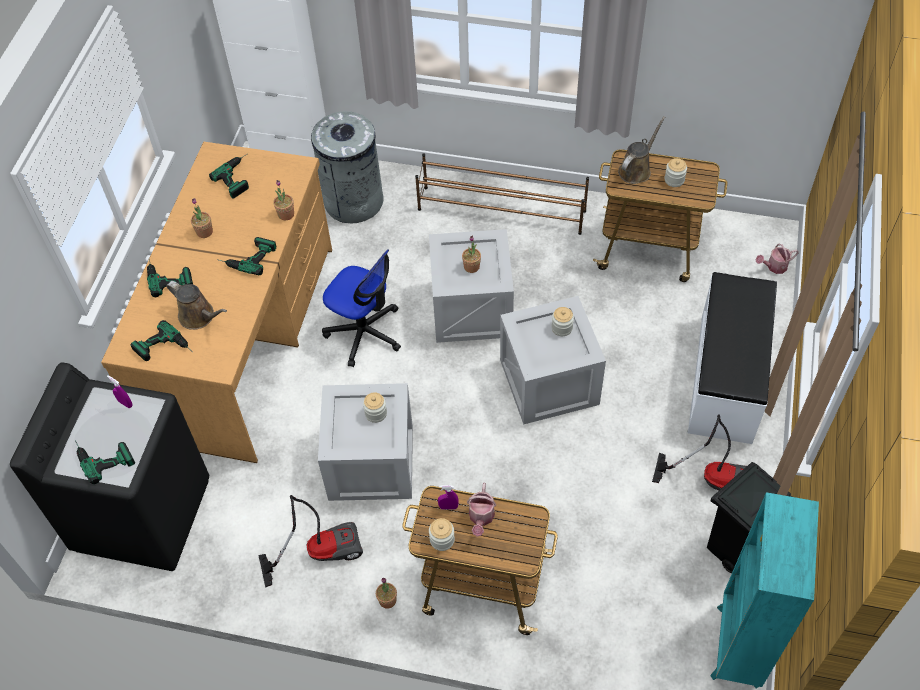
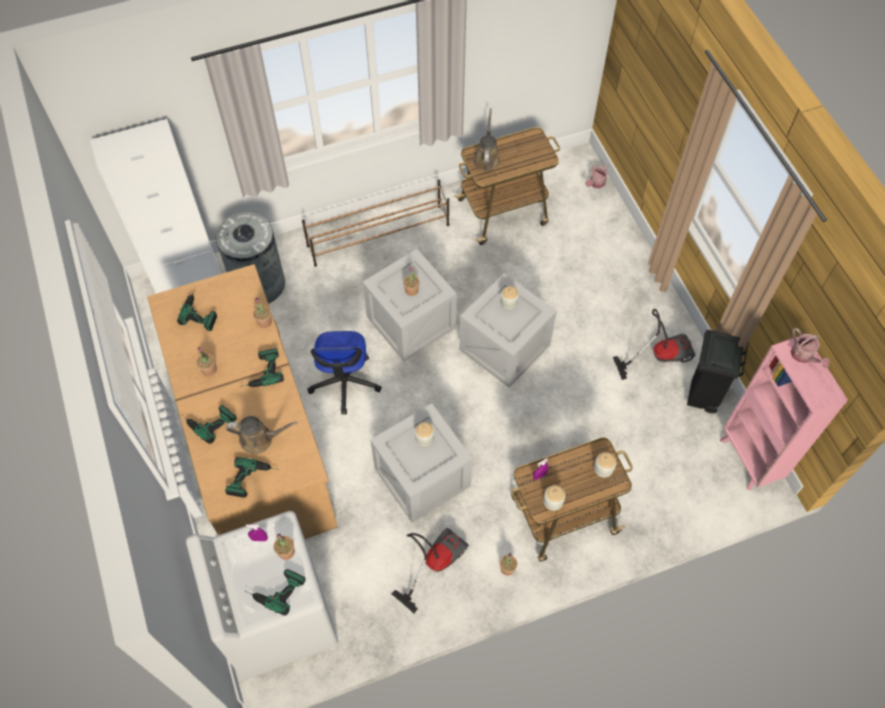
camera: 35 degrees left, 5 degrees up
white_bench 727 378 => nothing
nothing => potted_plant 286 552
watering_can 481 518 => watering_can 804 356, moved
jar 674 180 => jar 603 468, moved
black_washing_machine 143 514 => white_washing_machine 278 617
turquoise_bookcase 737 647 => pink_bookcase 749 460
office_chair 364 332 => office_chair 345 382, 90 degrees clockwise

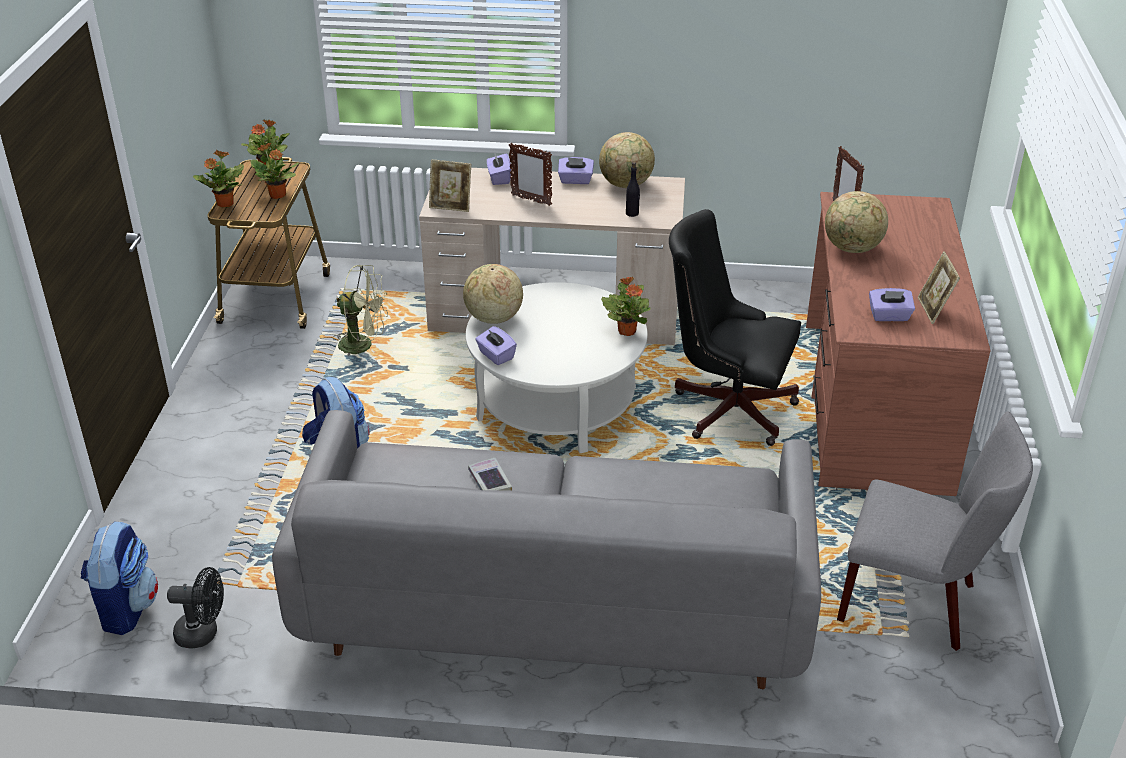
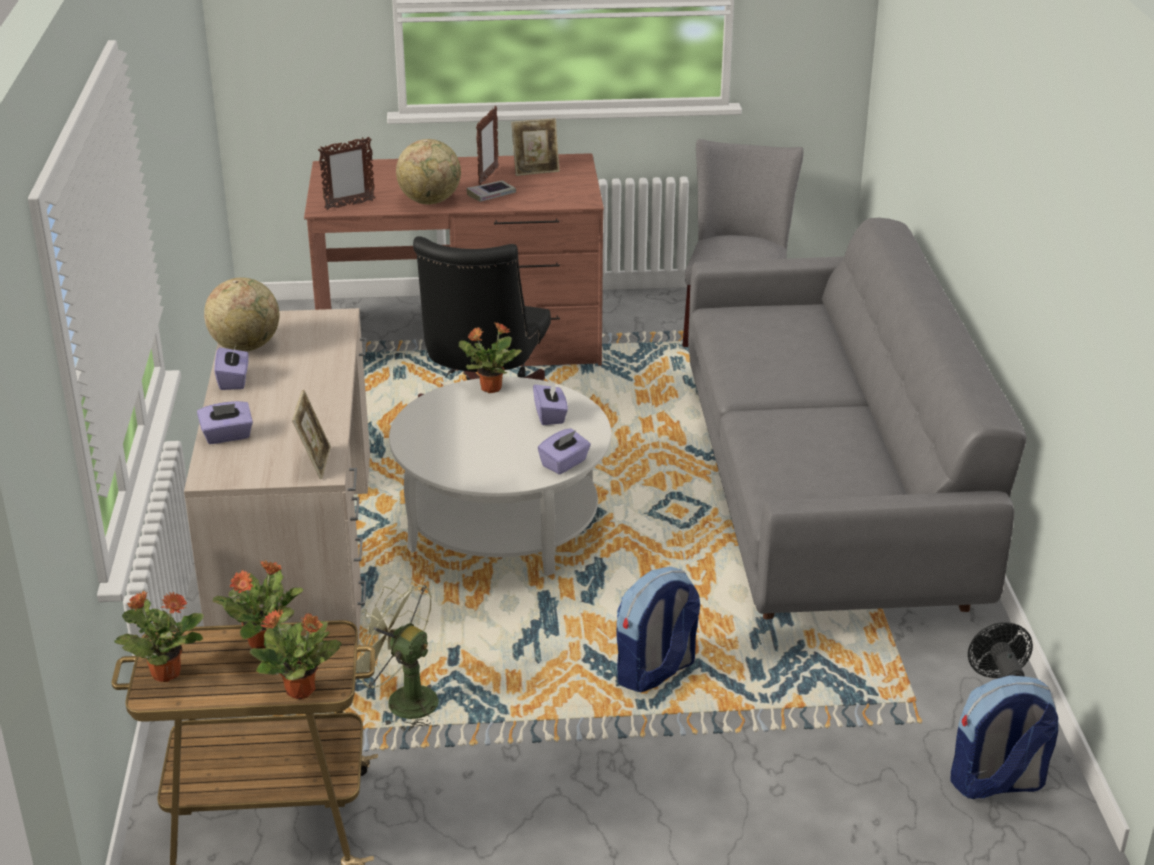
camera: 100 degrees left, 5 degrees down
globe 493 318 => nothing
black_bottle 632 213 => nothing
book 490 481 => book 491 195, moved
picture_frame 531 200 => picture_frame 488 176, moved
purple_tissue_box 889 316 => purple_tissue_box 550 415, moved
green_fan 363 345 => green_fan 401 700, 60 degrees counterclockwise

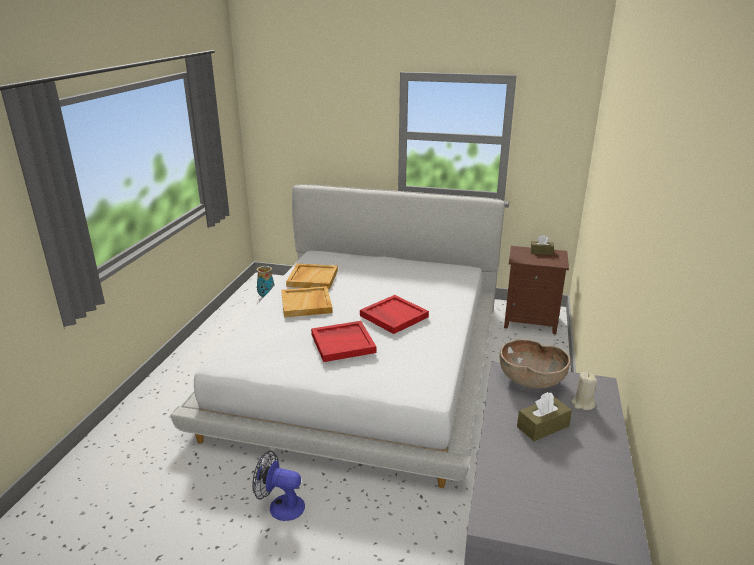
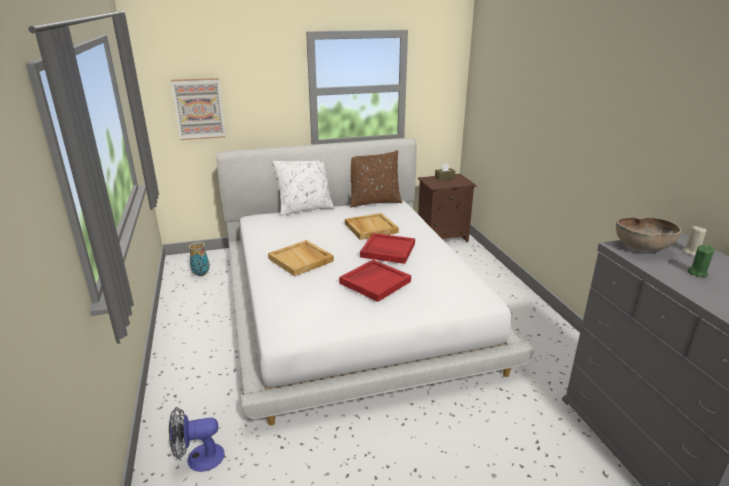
camera: 30 degrees left, 0 degrees up
nothing => picture 199 109
nothing => white_pillow 305 209
nothing => brown_pillow 374 202
fan 280 506 => fan 198 458, moved
beige_tray 312 278 => beige_tray 370 228, moved
brown_tissue_box 543 426 => green_candle 697 273

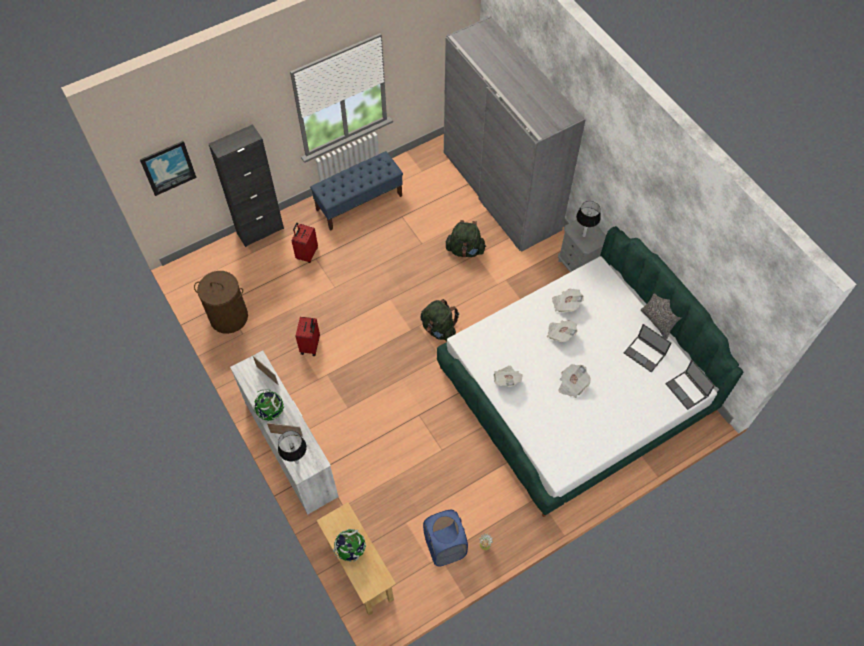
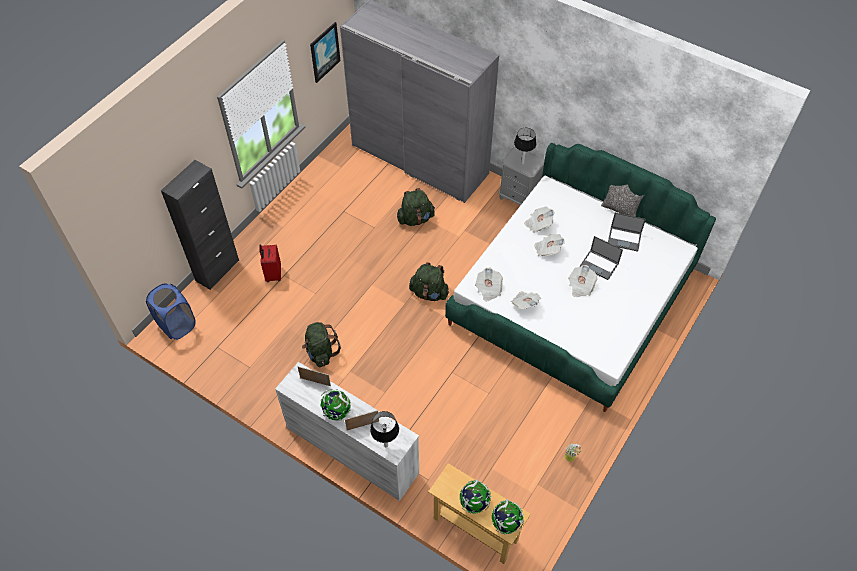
camera: 25 degrees left, 5 degrees down
brown_laundry_basket 229 317 => nothing
blue_bench 359 202 => nothing
nothing => newspaper 488 289
nothing => globe 506 523
picture 168 167 => picture 324 52, moved
blue_laundry_basket 445 546 => blue_laundry_basket 177 325, moved
laptop 687 390 => laptop 599 265, moved
red_suitcase 311 346 => green_backpack 321 352

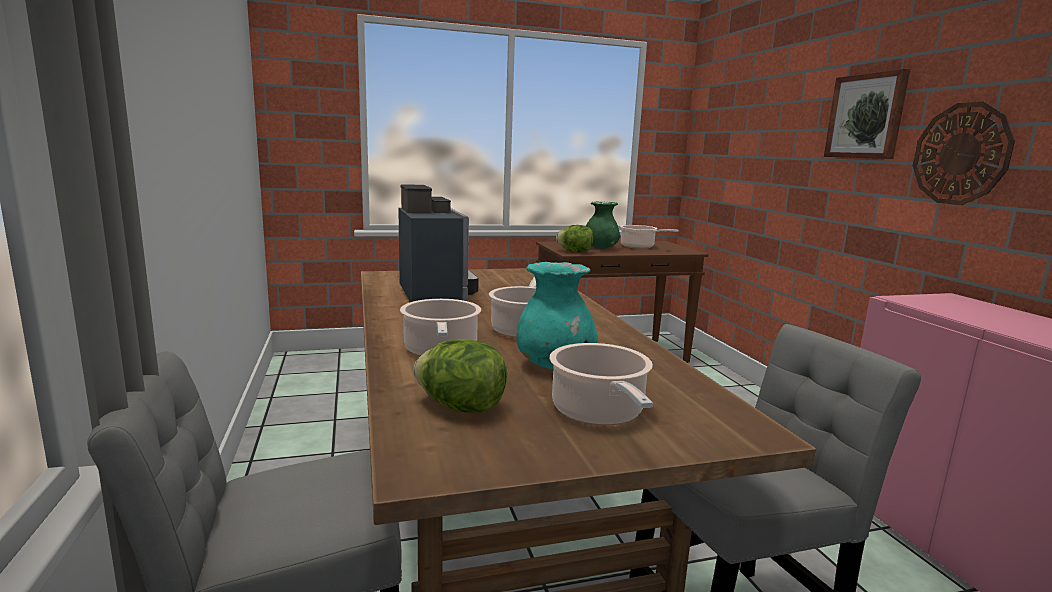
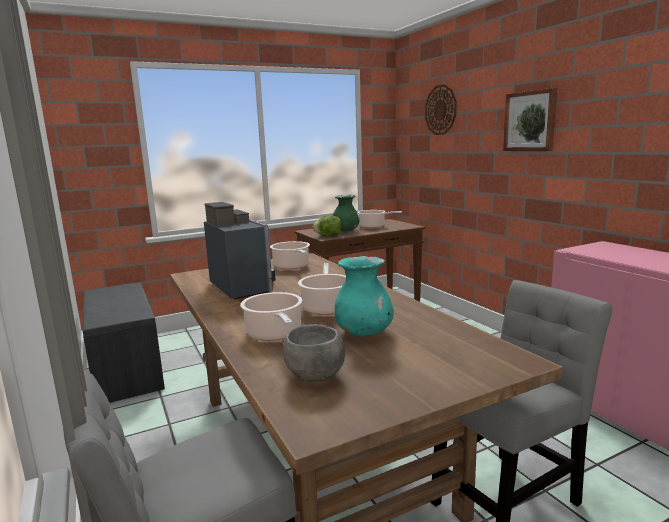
camera: 10 degrees left, 0 degrees up
nothing => grey_bench 124 369
cooking_pot 599 413 => cooking_pot 292 266, moved
wall_clock 961 154 => wall_clock 441 110, moved
lettuce 461 407 => grey_bowl 315 376

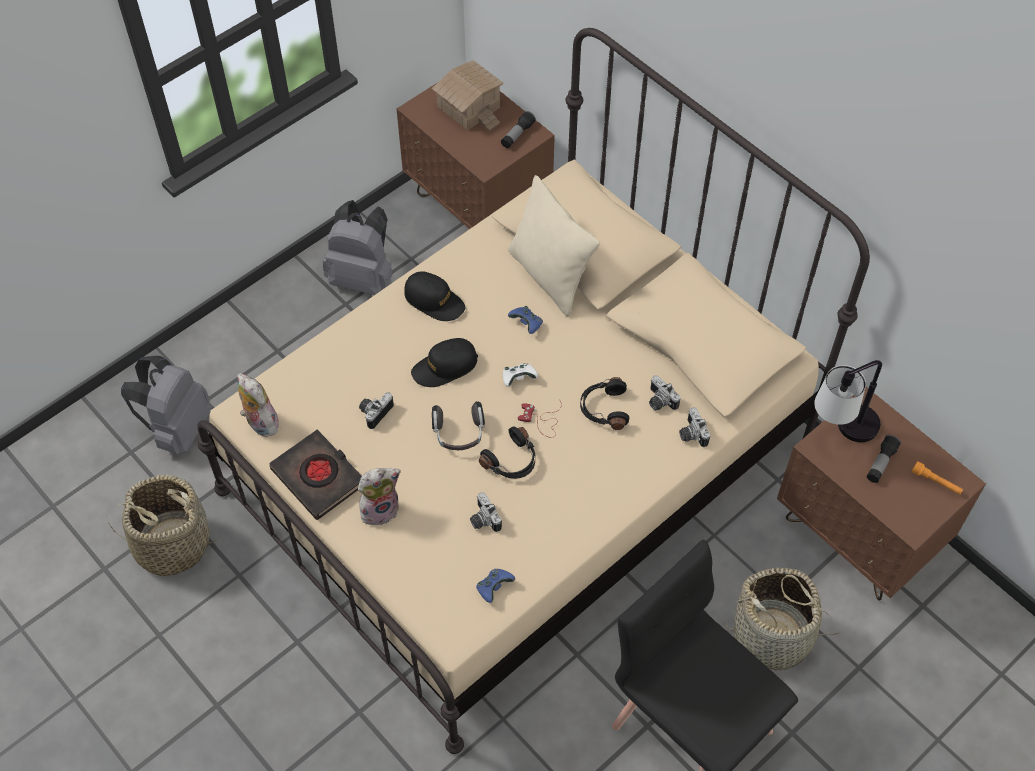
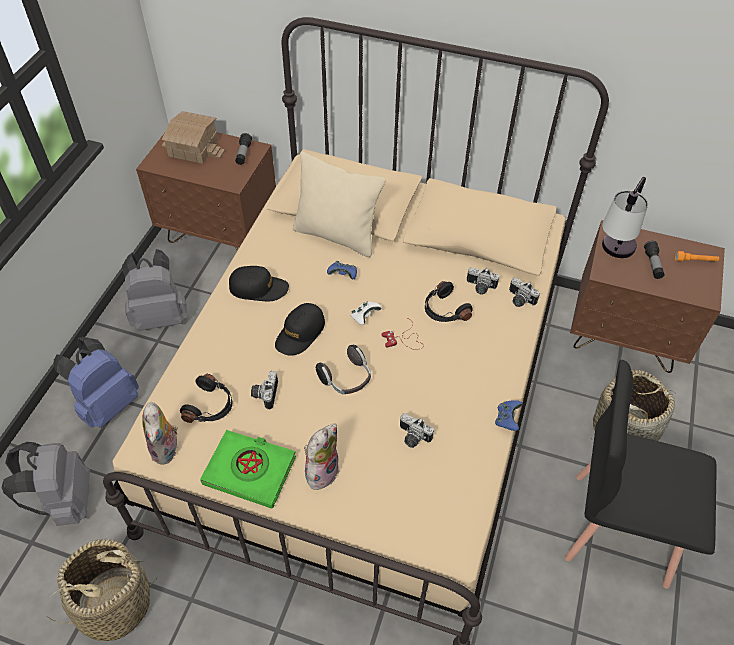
camera: 30 degrees left, 5 degrees down
nothing => blue_backpack 107 404
blue_game_controller 494 588 => blue_game_controller 507 419, moved
black_headphones 512 461 => black_headphones 210 406, moved
black_book 318 477 => green_book 250 471
plush_toy 260 422 => plush_toy 167 449, 120 degrees counterclockwise

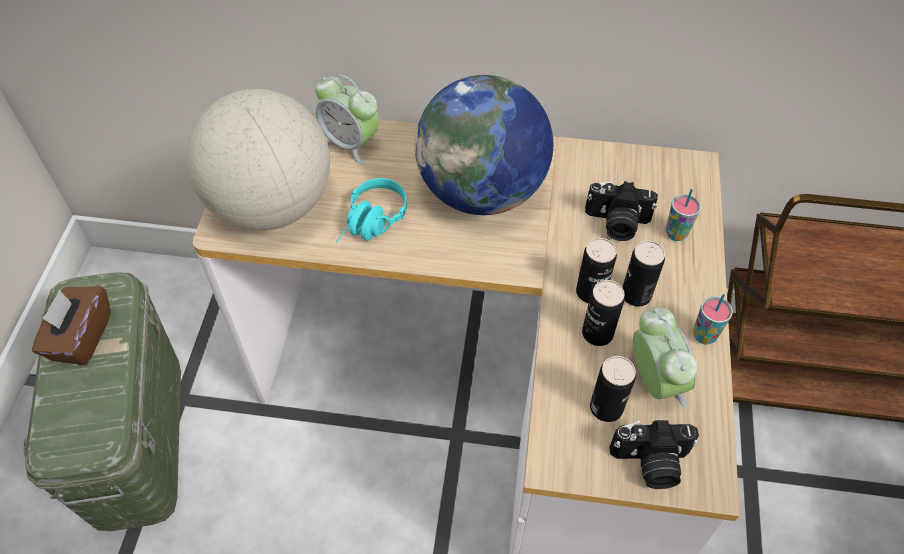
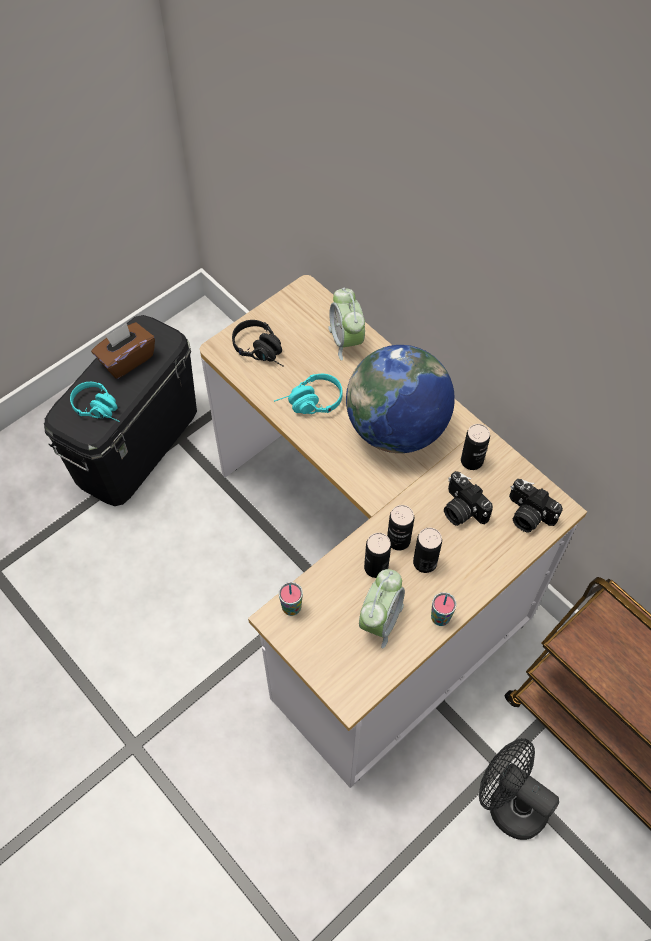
camera: 40 degrees right, 5 degrees up
nothing => turquoise_headphones 101 409
nothing => black_fan 509 802
can 606 407 => can 471 461, moved
photo_camera 650 463 => photo_camera 527 515, moved
cup 676 233 => cup 291 608, moved
globe 271 205 => black_headphones 263 351
green_storage_box 136 437 => black_storage_box 136 443

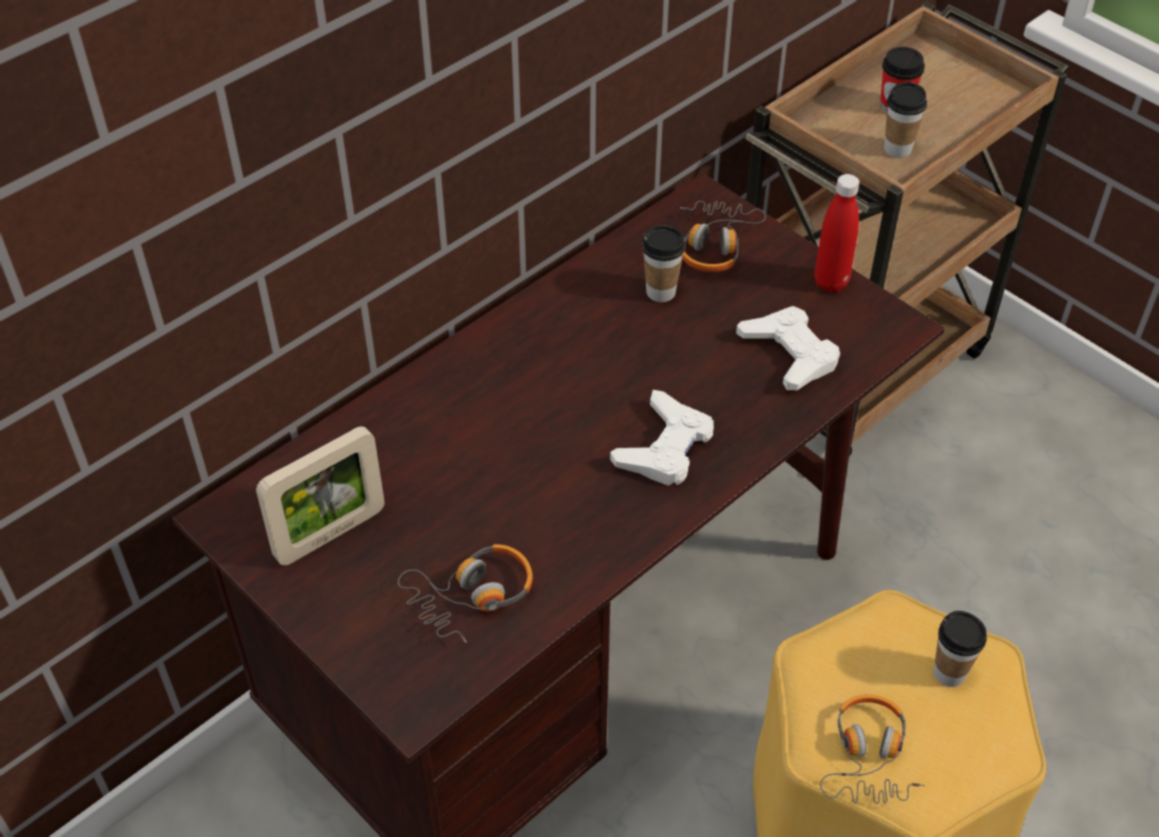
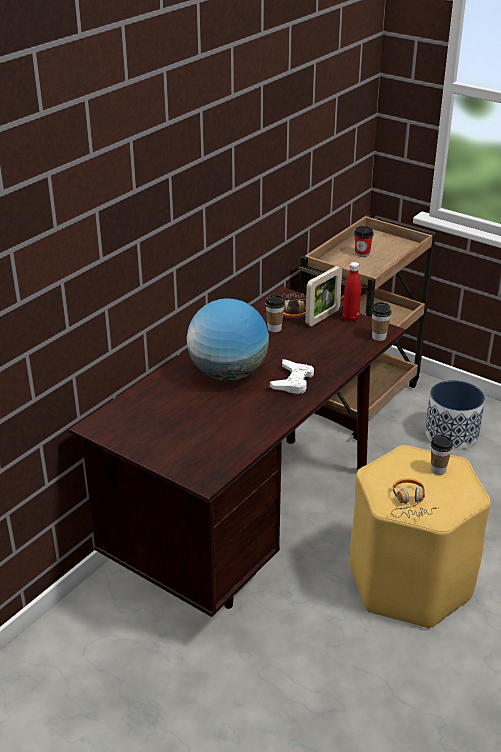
camera: 10 degrees left, 15 degrees down
headphones 472 596 => nothing
white_game_controller 789 354 => nothing
nothing => globe 228 374
nothing => planter 452 434
picture_frame 330 534 => picture_frame 322 317, moved
cup 897 149 => cup 379 337, moved

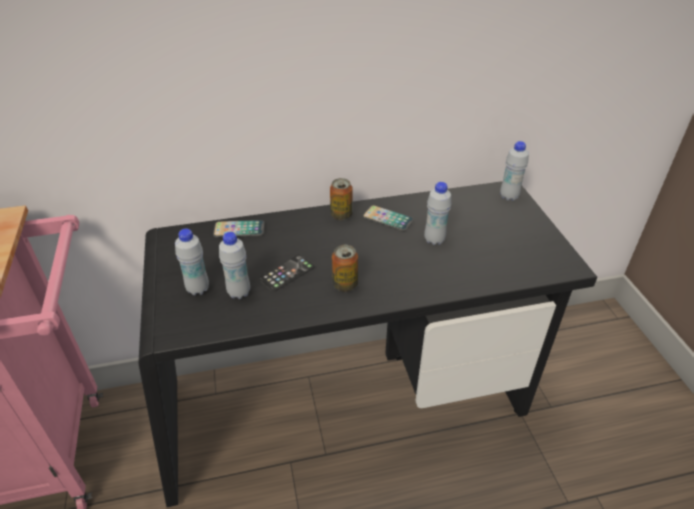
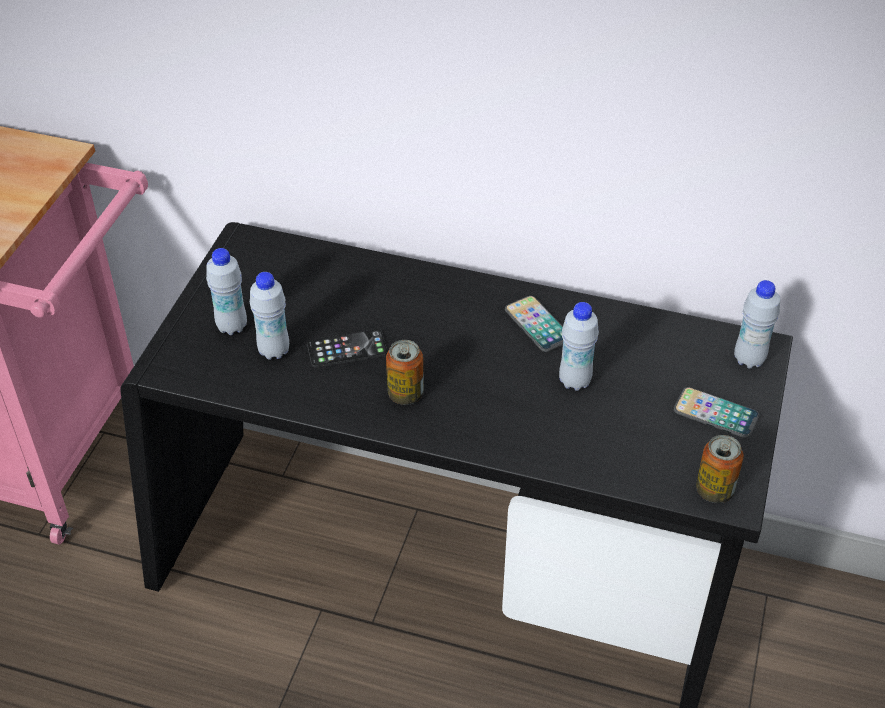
camera: 30 degrees right, 5 degrees up
phone 239 230 => phone 716 414, moved
can 341 215 => can 714 490, moved

